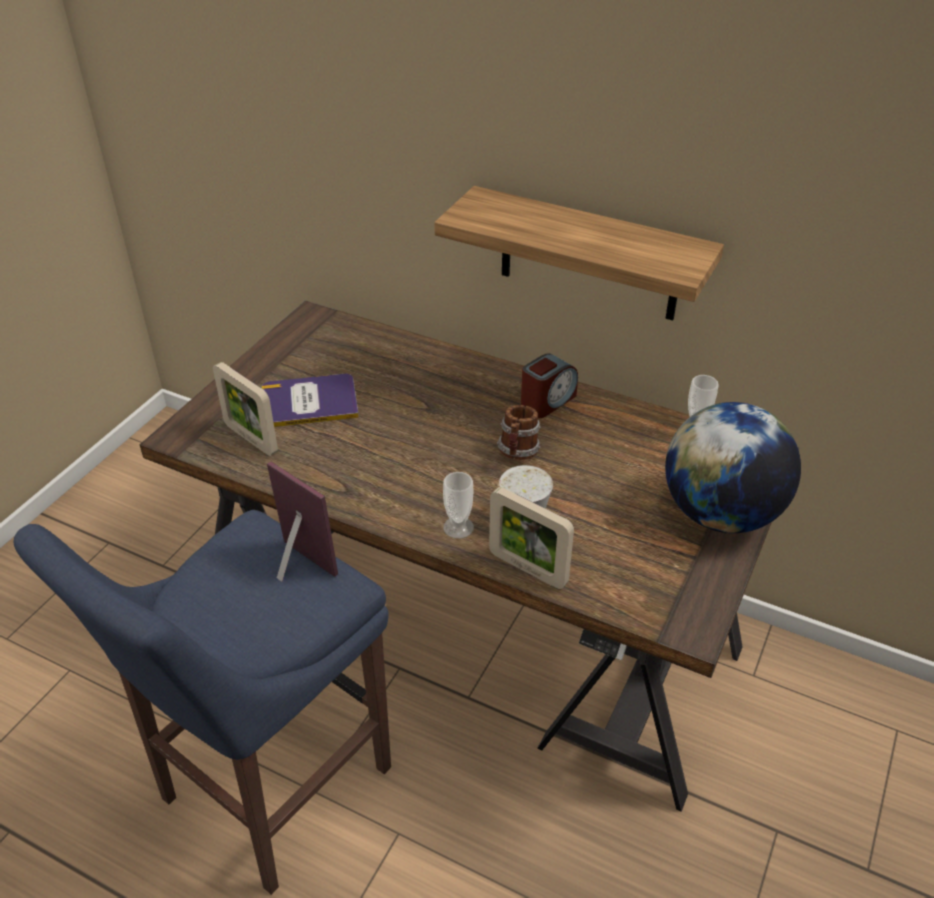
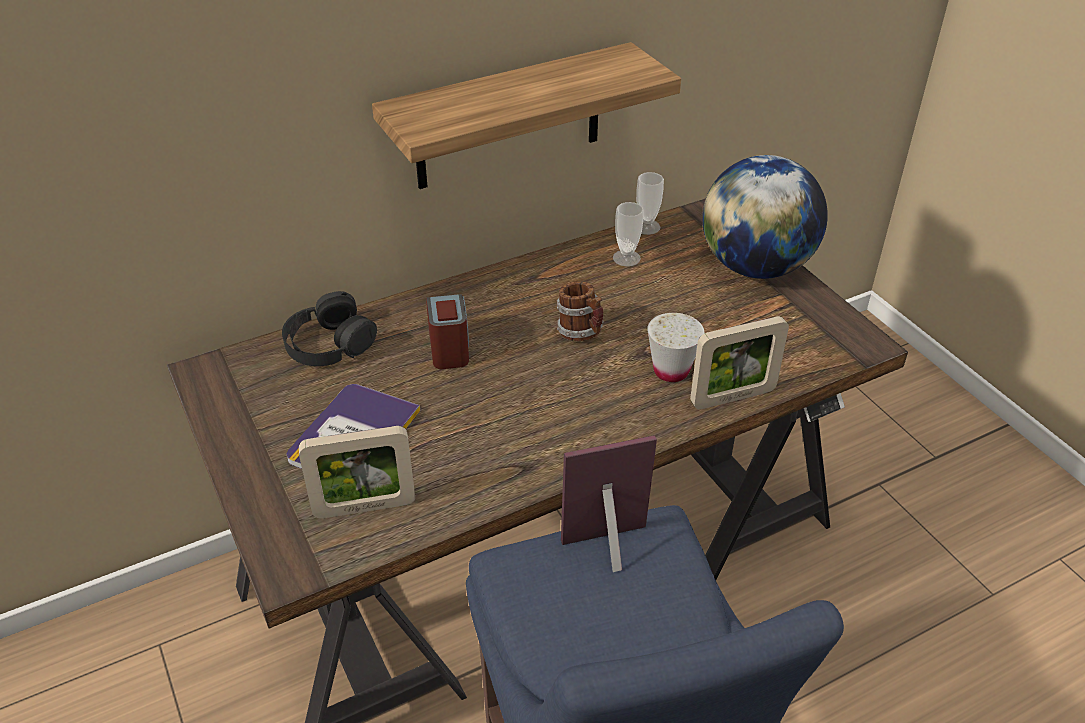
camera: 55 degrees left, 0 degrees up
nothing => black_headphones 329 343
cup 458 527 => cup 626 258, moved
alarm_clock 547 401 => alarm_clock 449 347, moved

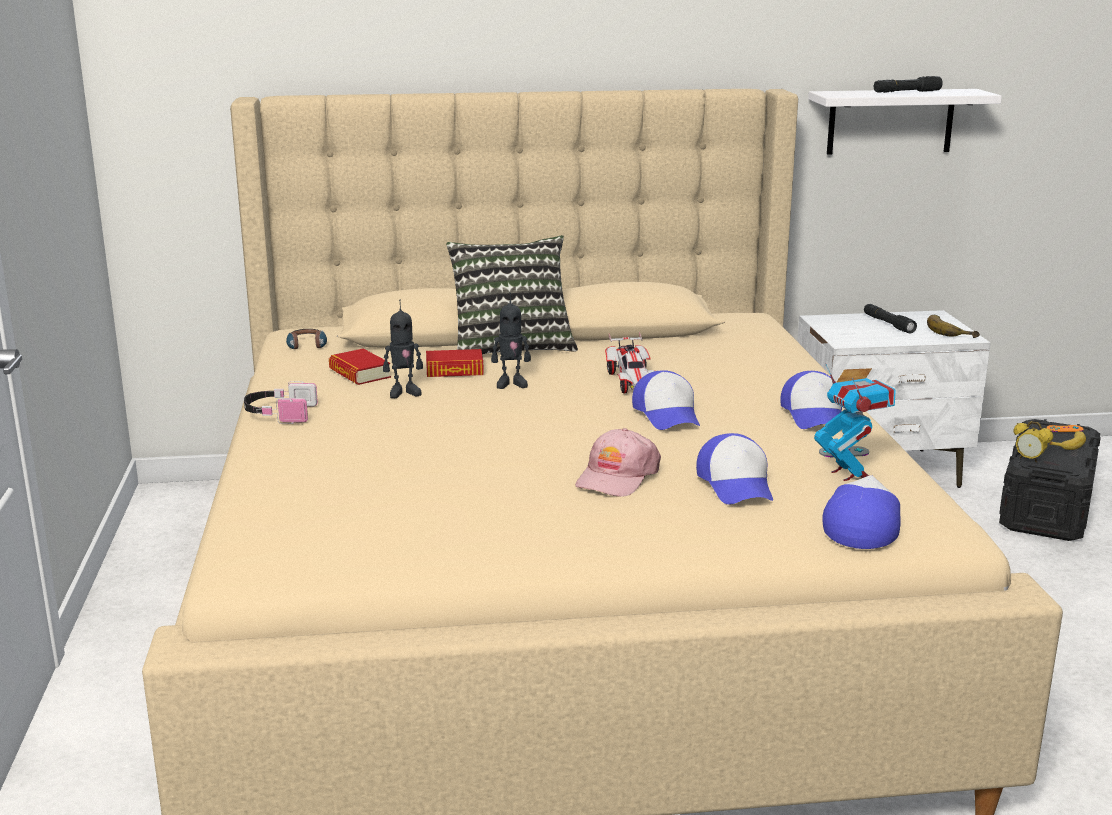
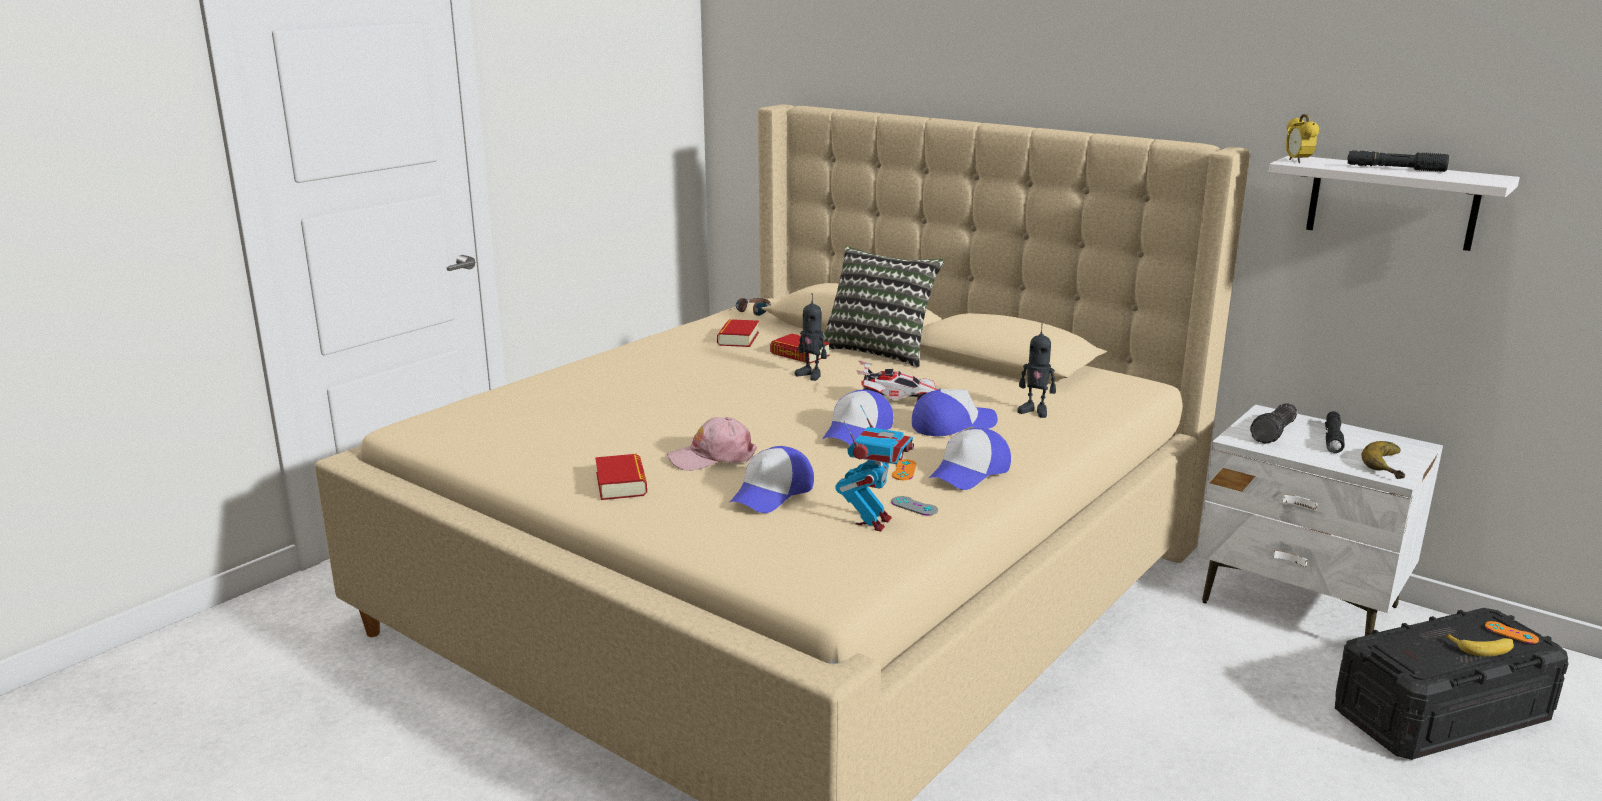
camera: 45 degrees right, 0 degrees up
headphones 279 414 => nothing
nothing => book 621 484
nothing => orange_game_controller 904 470
nothing => flashlight 1275 433
toy_robot 404 392 => toy_robot 1035 411, moved
cap 863 525 => cap 952 425, moved
alarm_clock 1029 459 => alarm_clock 1297 161, moved
toy_car 632 382 => toy_car 897 401, 120 degrees counterclockwise

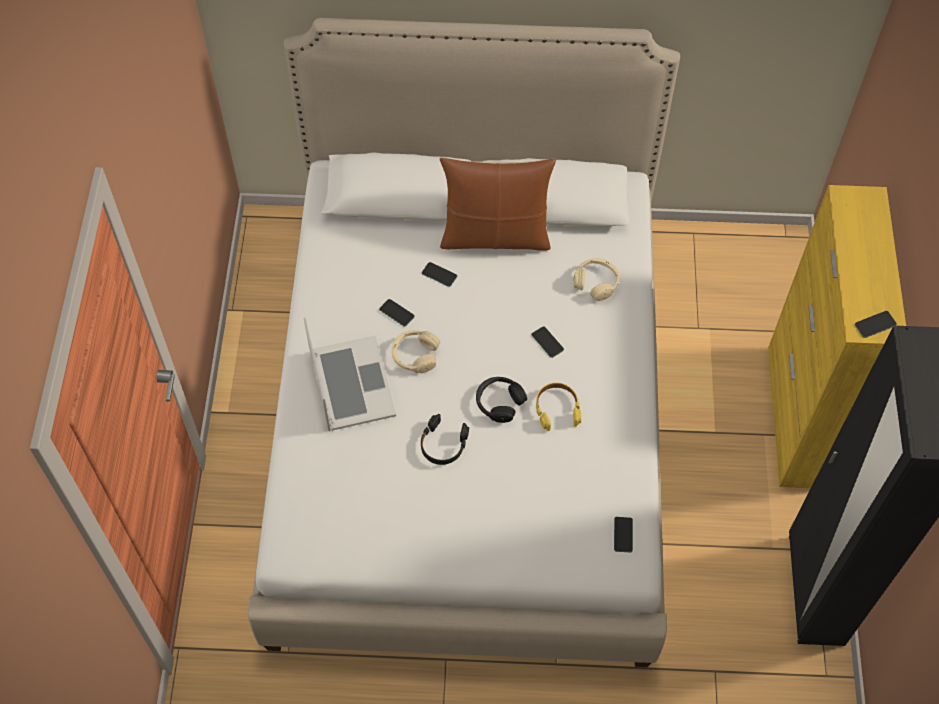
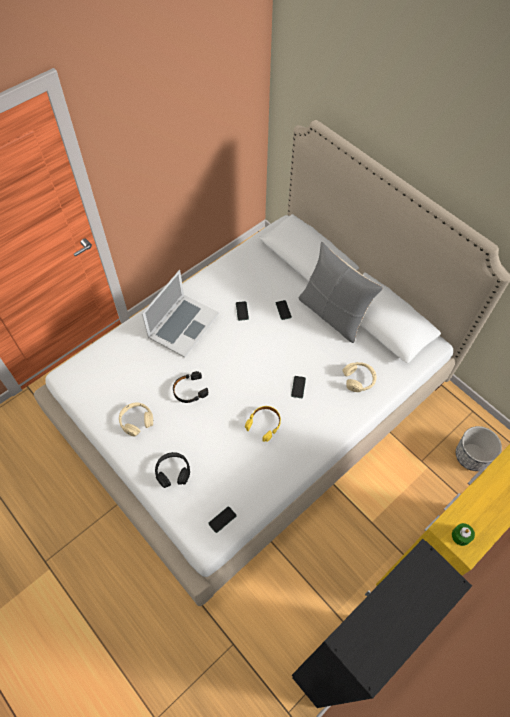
camera: 45 degrees right, 0 degrees up
nothing => planter 471 456
beige_headphones 415 355 => beige_headphones 136 421, moved
black_headphones 499 402 => black_headphones 173 472, moved
phone 875 324 => green_candle 461 536
brown_pillow 495 236 => grey_pillow 332 314

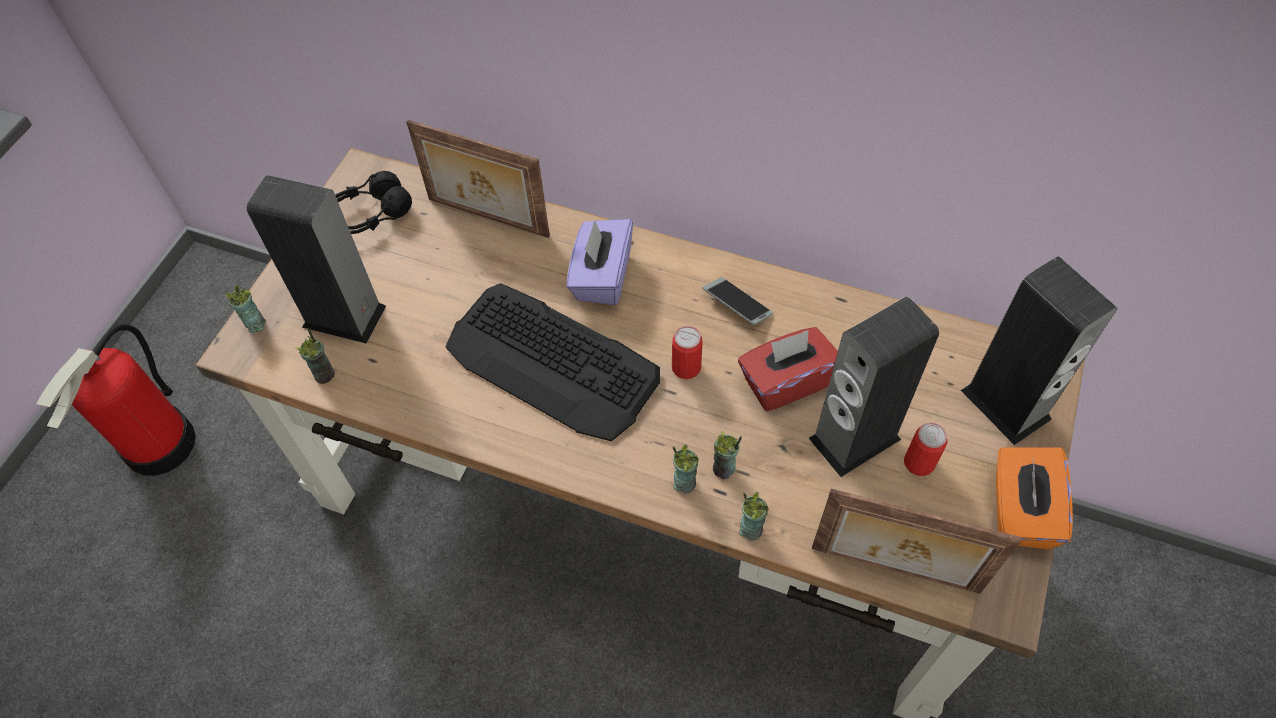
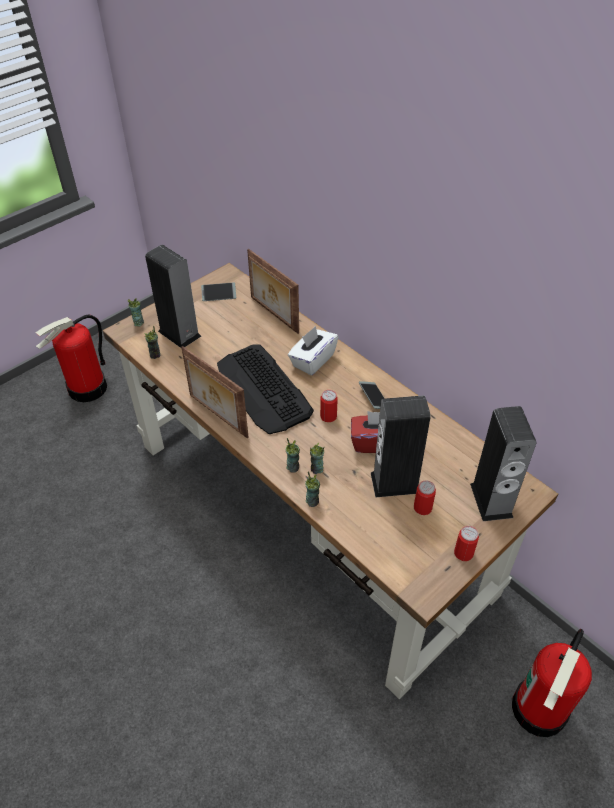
camera: 25 degrees right, 10 degrees down
nothing => fire_extinguisher 540 710
picture_frame 894 572 => picture_frame 217 416, moved
black_headphones 370 216 => phone 219 295
orange_tissue_box 1019 511 => can 463 553
purple_tissue_box 601 277 => white_tissue_box 312 360

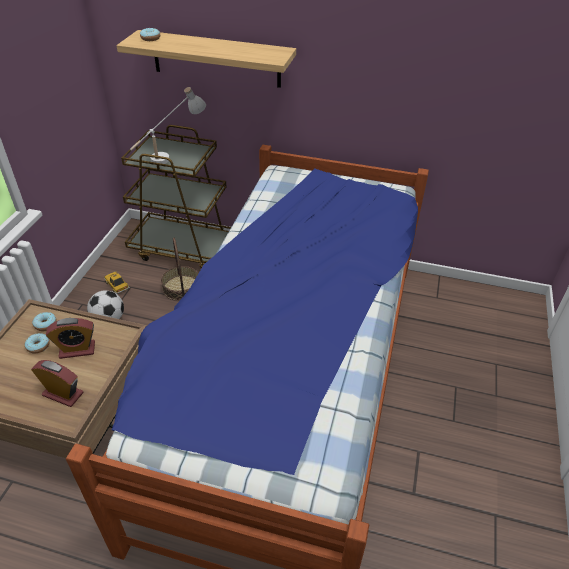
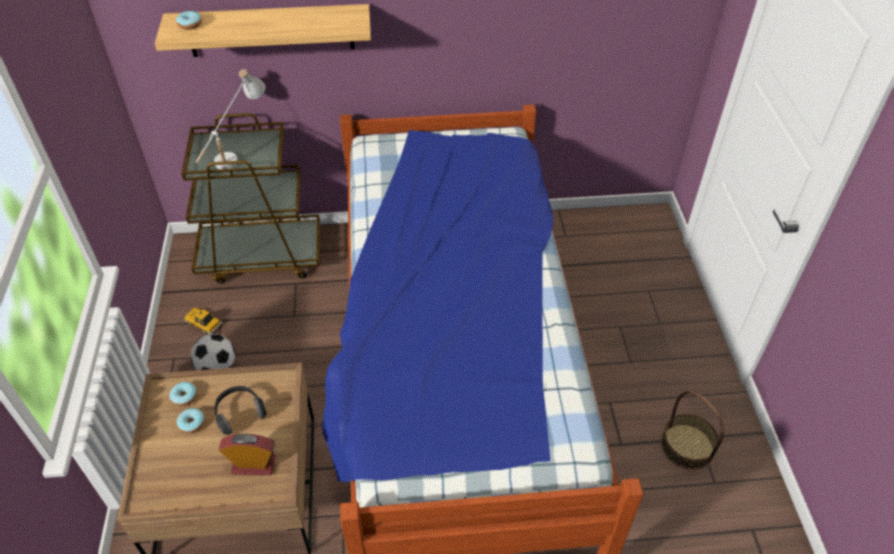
camera: 20 degrees left, 5 degrees up
basket 181 288 => basket 687 446, moved
alarm_clock 77 350 => headphones 239 413

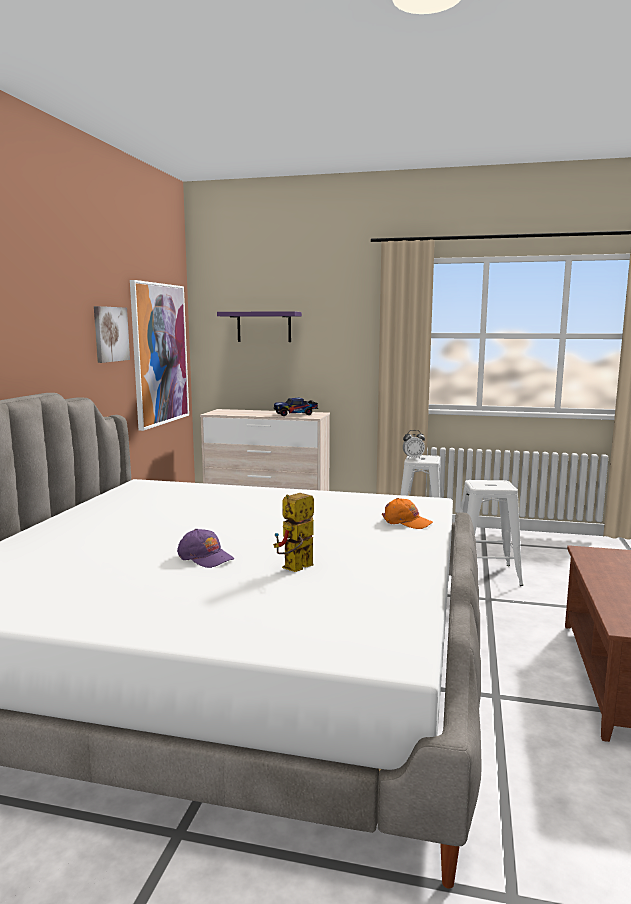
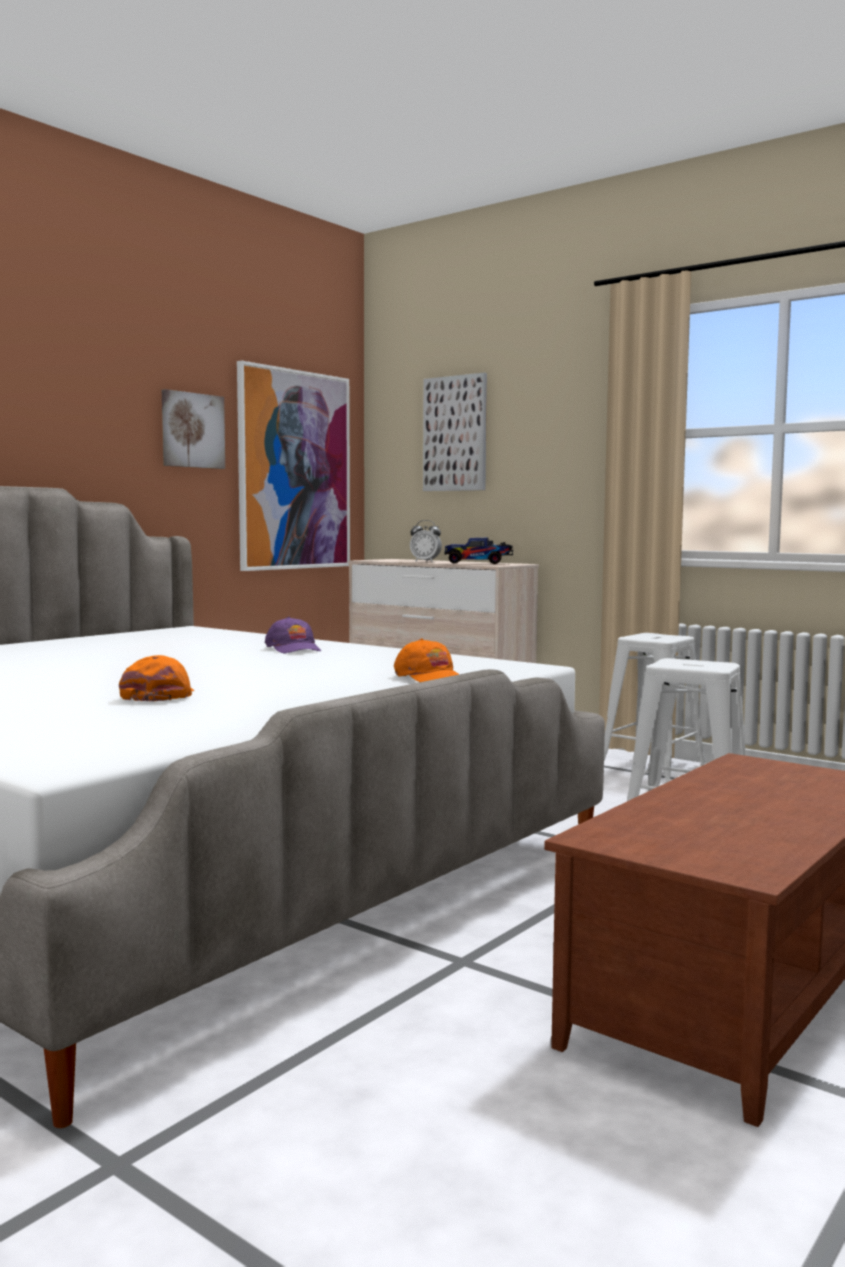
camera: 25 degrees right, 5 degrees down
purple_cap 205 557 => purple_cap 294 649, moved
alarm_clock 413 458 => alarm_clock 425 561, moved
purple_shelf 264 327 => picture 455 433
toy_robot 295 569 => orange_cap 159 696

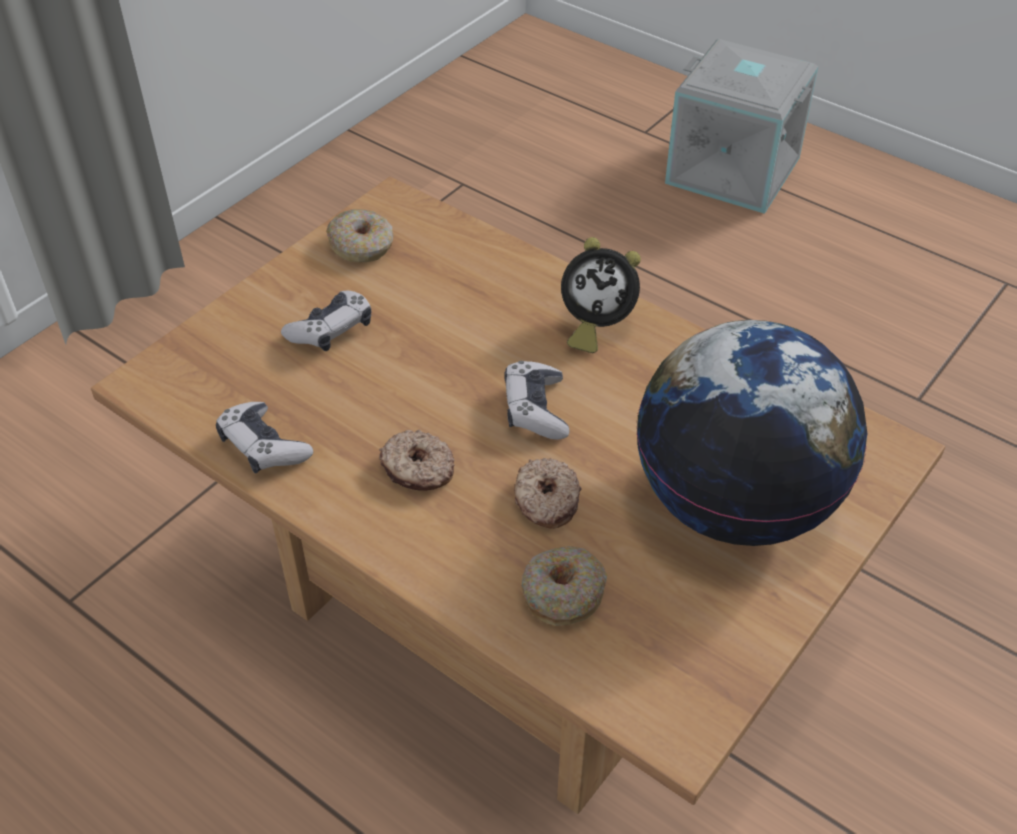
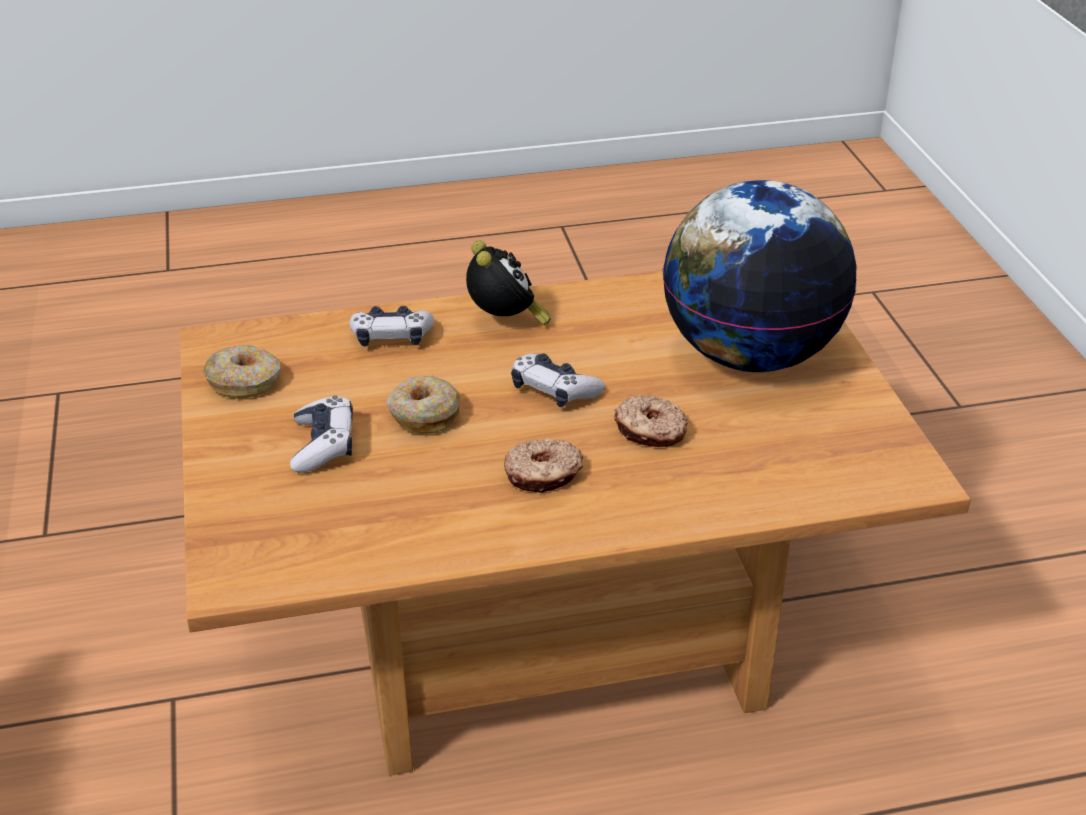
camera: 50 degrees left, 10 degrees down
grey_storage_box 734 169 => nothing
game_controller 263 447 => game_controller 391 337, moved
donut 562 593 => donut 423 415, moved
alarm_clock 594 326 => alarm_clock 506 322, 60 degrees counterclockwise

